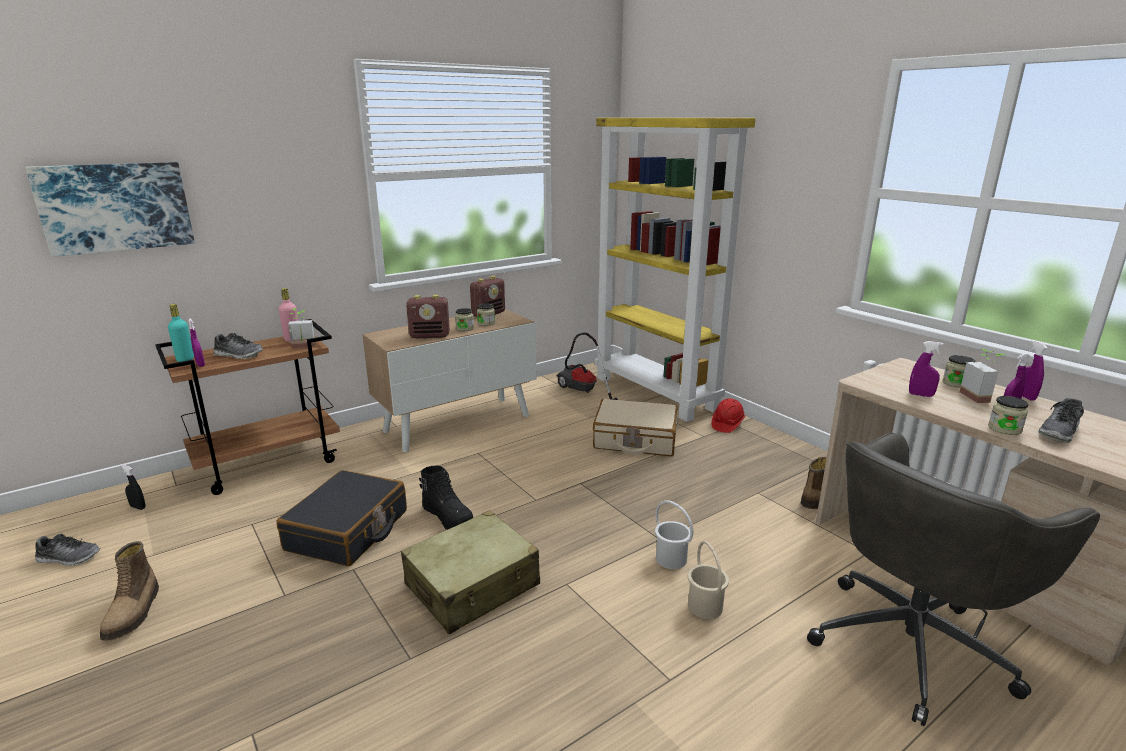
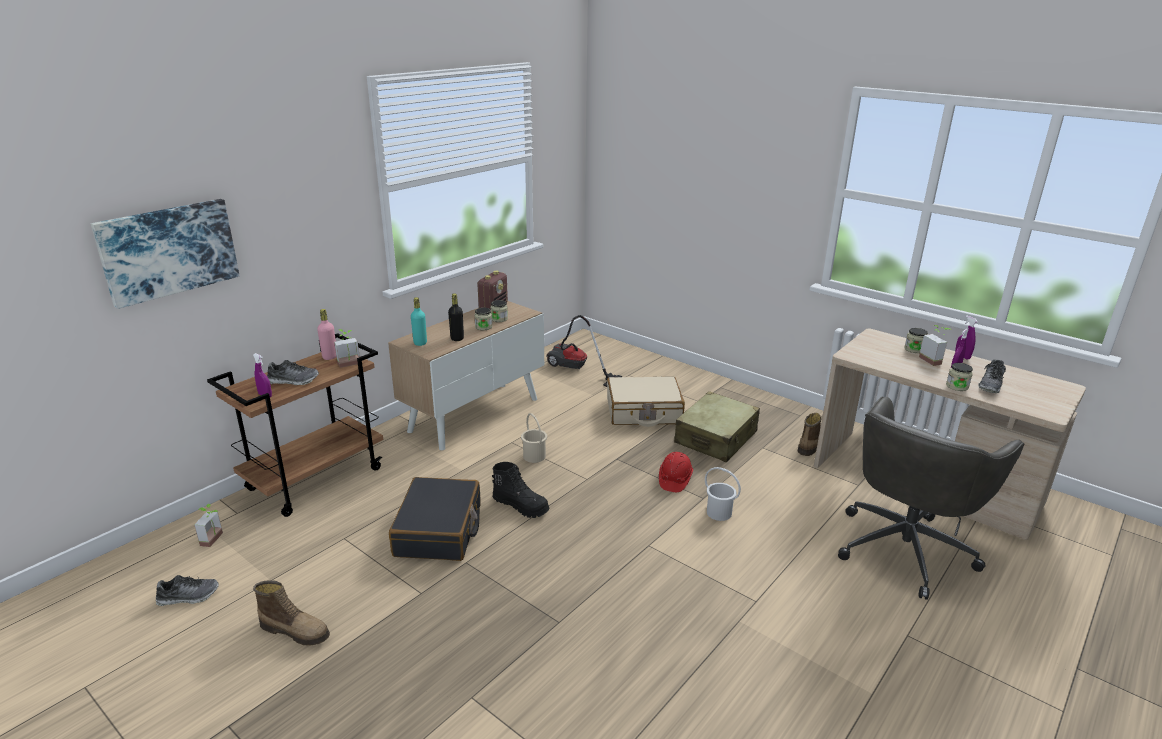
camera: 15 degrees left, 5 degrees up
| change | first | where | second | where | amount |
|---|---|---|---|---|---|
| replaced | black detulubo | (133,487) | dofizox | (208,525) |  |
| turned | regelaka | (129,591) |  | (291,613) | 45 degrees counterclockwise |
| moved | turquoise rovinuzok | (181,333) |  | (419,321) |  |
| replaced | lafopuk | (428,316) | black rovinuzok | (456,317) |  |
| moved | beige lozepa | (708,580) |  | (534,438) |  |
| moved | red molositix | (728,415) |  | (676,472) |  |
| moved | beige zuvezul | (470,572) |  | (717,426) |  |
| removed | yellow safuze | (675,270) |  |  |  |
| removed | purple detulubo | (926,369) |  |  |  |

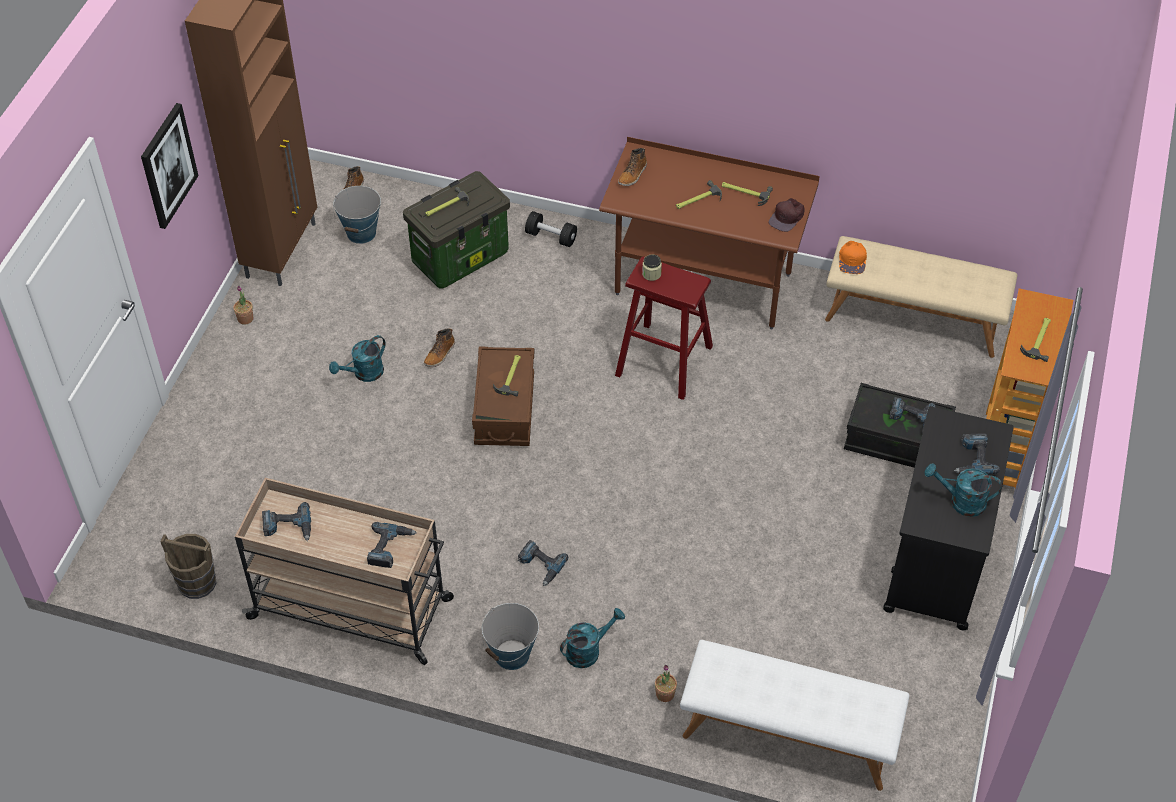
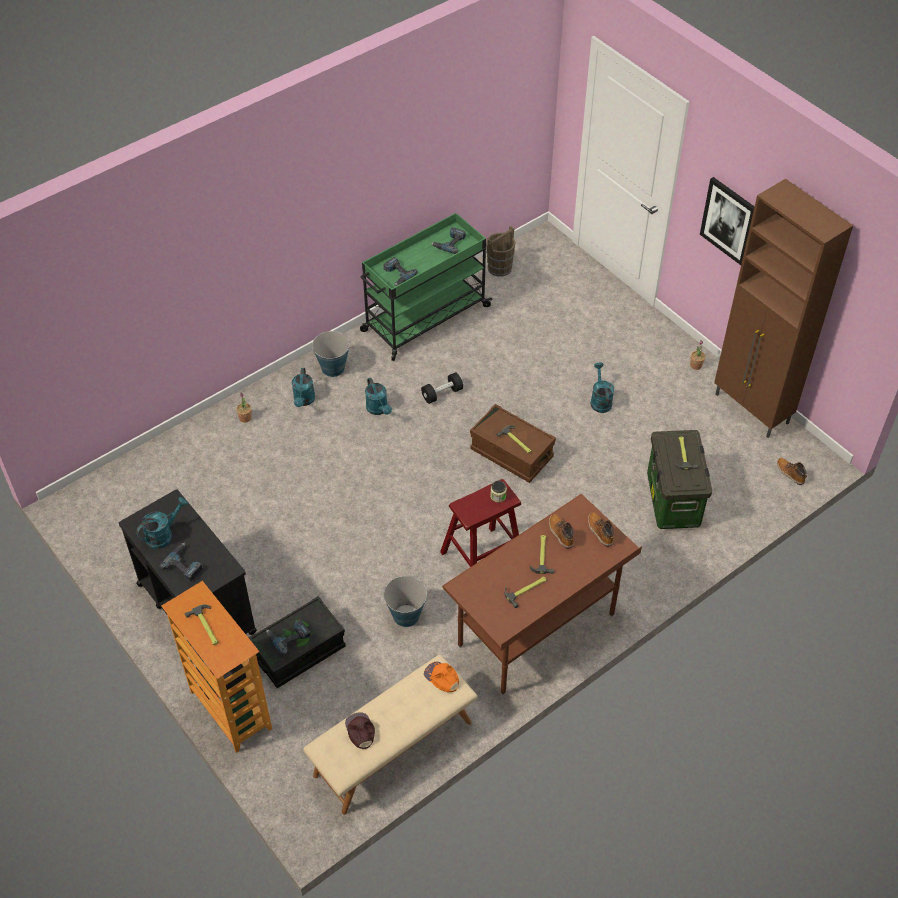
camera: 125 degrees right, 0 degrees up
| change | first | where | second | where | amount |
|---|---|---|---|---|---|
| moved | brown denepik | (786,215) |  | (360,730) |  |
| recoloured | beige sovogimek | (344,571) | green sovogimek | (426,287) |  |
| replaced | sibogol | (543,563) | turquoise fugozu | (378,396) |  |
| moved | lozepa | (357,215) |  | (405,601) |  |
| moved | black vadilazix | (551,229) |  | (442,388) |  |
| moved | regelaka | (439,347) |  | (561,531) |  |
| removed | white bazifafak | (795,715) |  |  |  |

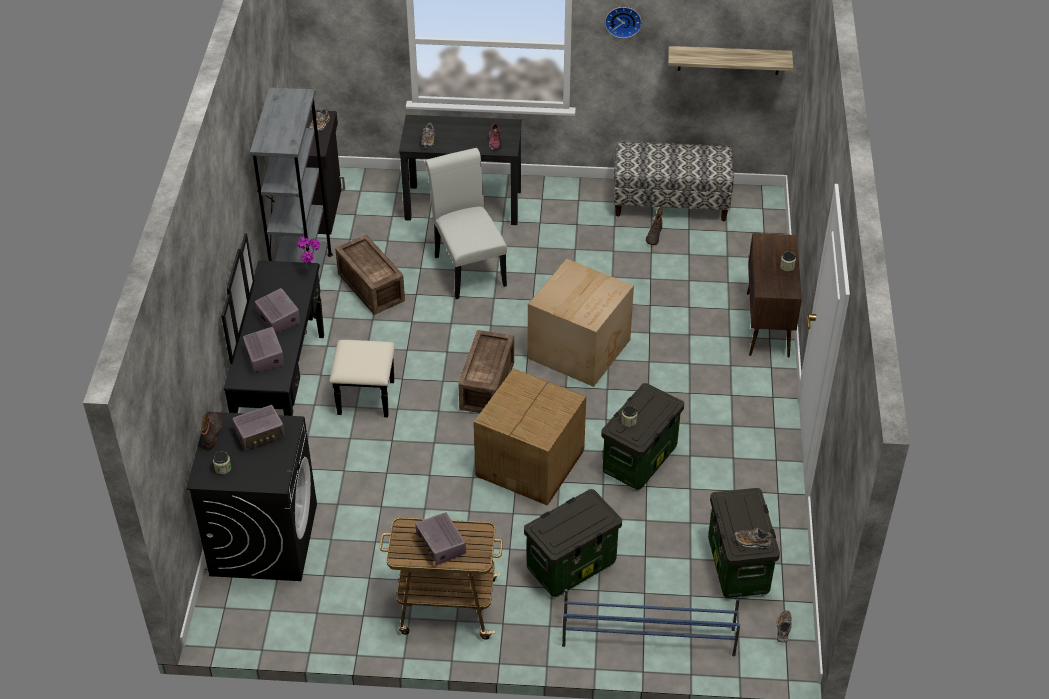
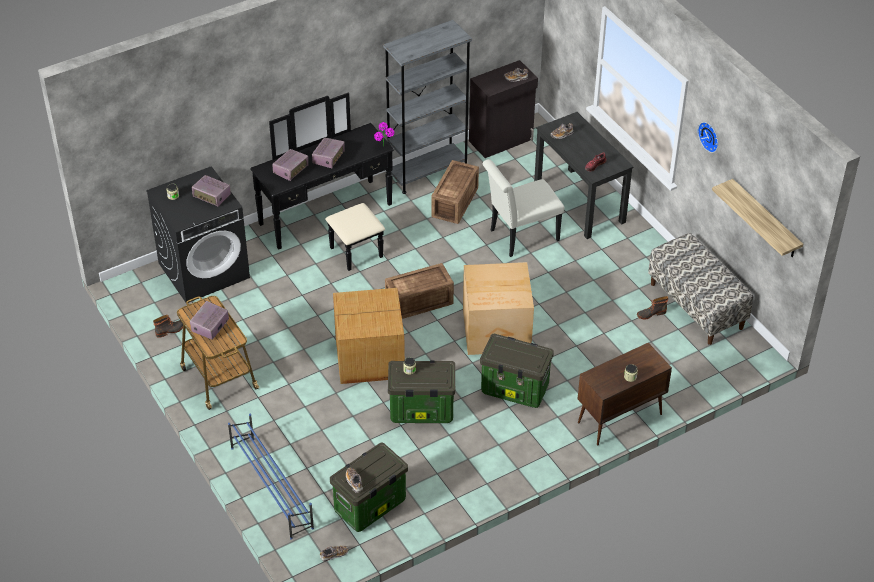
camera: 55 degrees right, 0 degrees up
| change | first | where | second | where | amount |
|---|---|---|---|---|---|
| moved | regelaka | (212,431) |  | (168,326) |  |
| moved | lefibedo | (573,543) |  | (517,371) |  |
| turned | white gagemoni | (466,223) |  | (523,208) | 150 degrees counterclockwise |

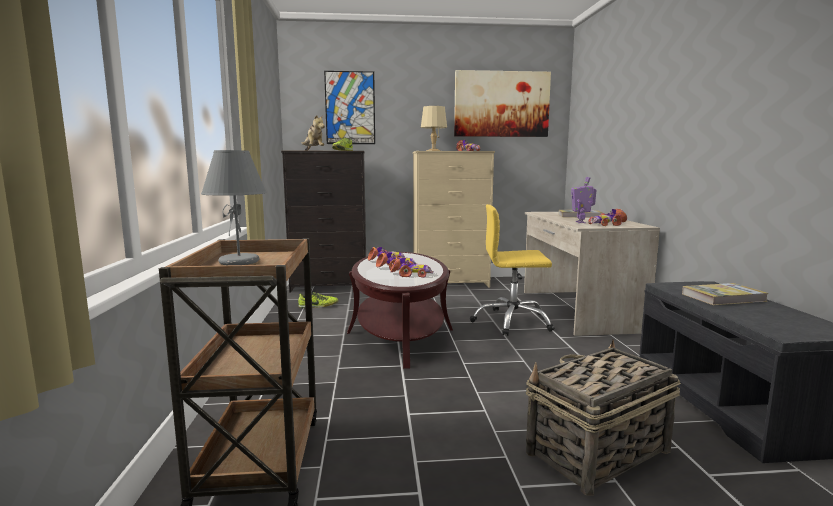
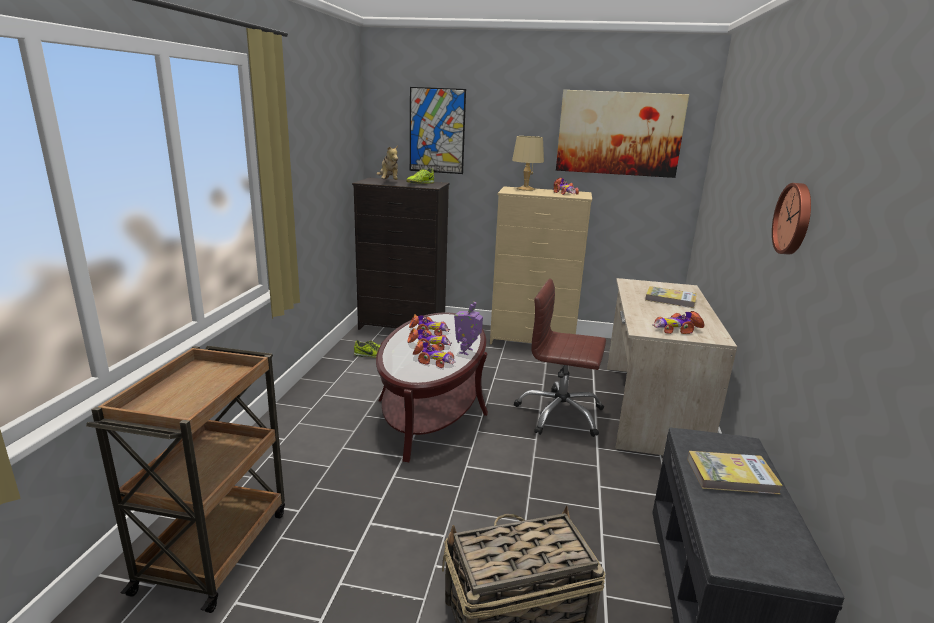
camera: 15 degrees right, 10 degrees up
| change | first | where | second | where | amount |
|---|---|---|---|---|---|
| moved | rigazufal | (584,200) |  | (468,328) |  |
| recoloured | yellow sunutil | (512,270) | brown sunutil | (560,358) |  |
| added |  |  | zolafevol | (791,219) |  |
| removed | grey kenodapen | (234,207) |  |  |  |

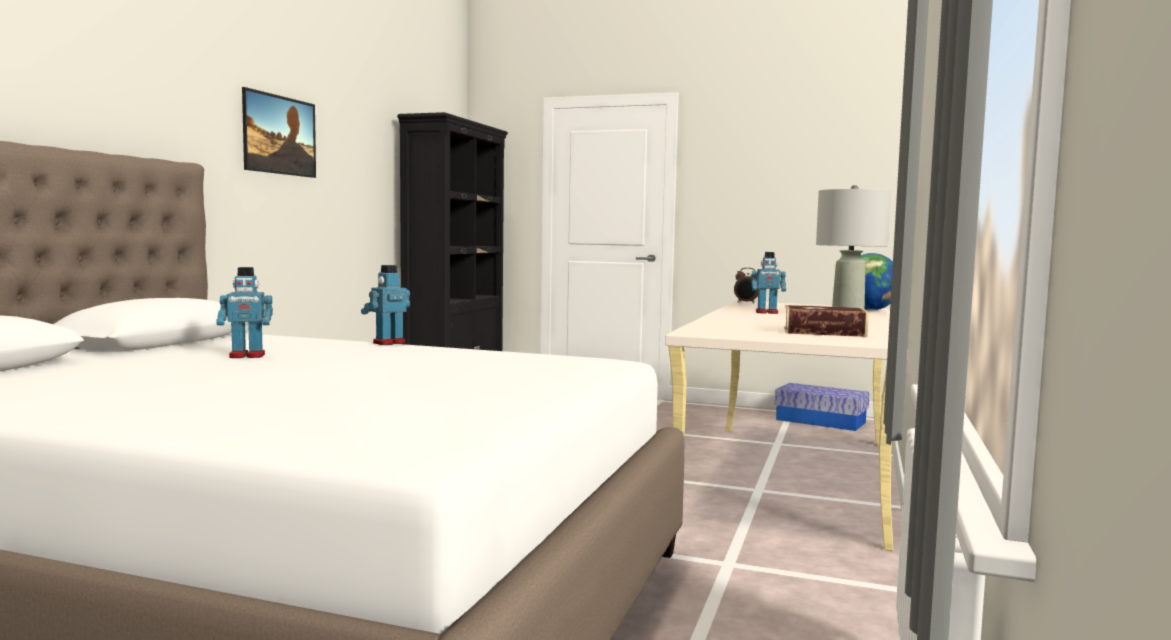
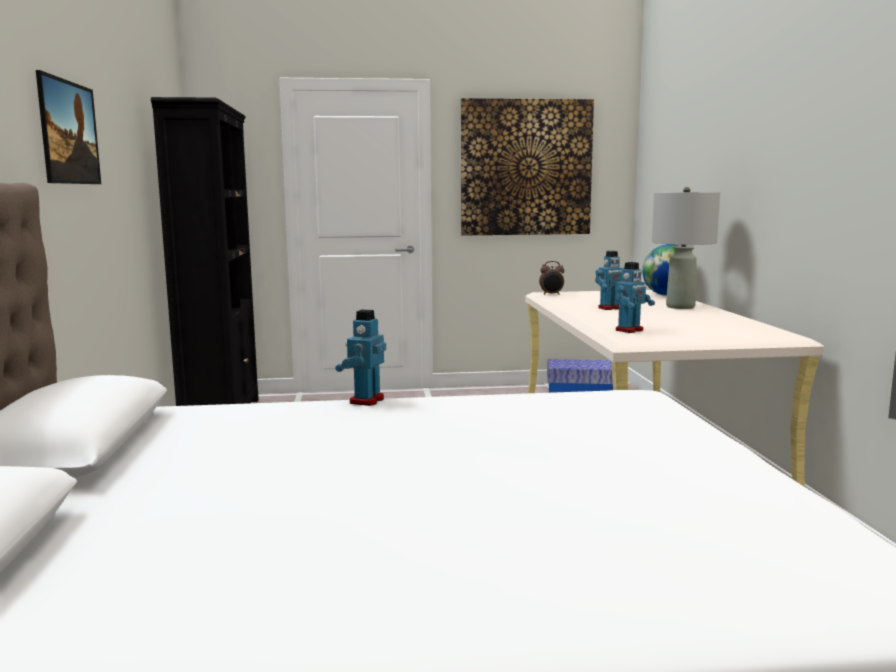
camera: 25 degrees left, 5 degrees up
| change | first | where | second | where | amount |
|---|---|---|---|---|---|
| added |  |  | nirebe | (527,167) |  |
| moved | rigazufal | (244,312) |  | (635,297) |  |
| removed | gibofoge | (826,321) |  |  |  |

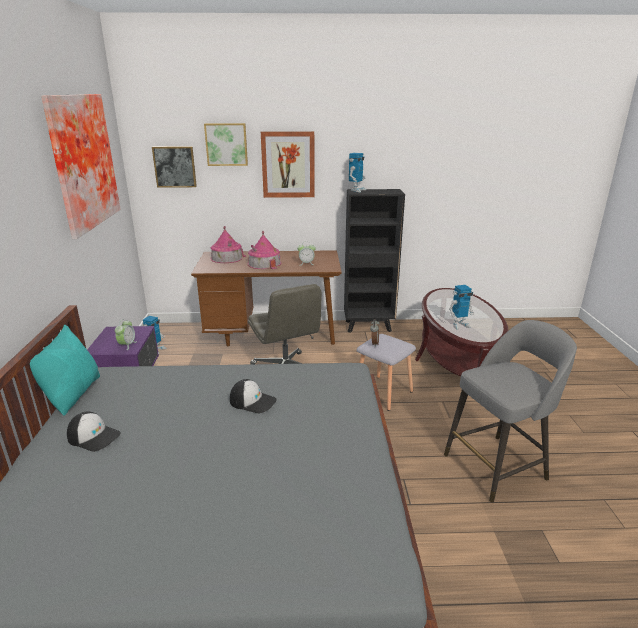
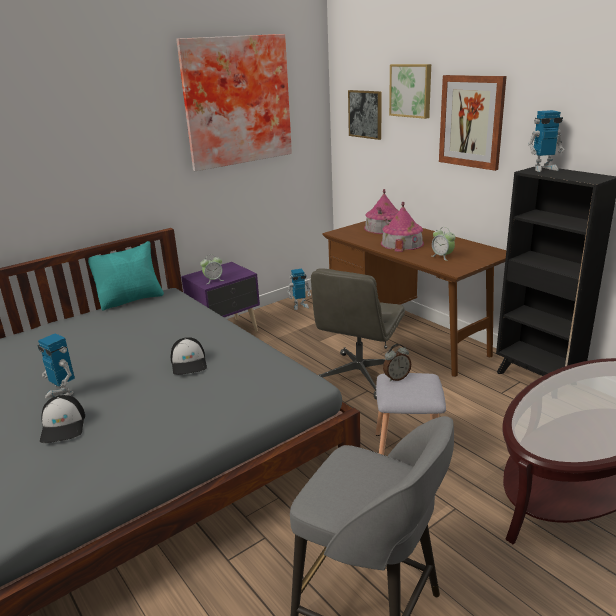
camera: 55 degrees right, 0 degrees up
| change | first | where | second | where | amount |
|---|---|---|---|---|---|
| moved | rigazufal | (461,307) |  | (56,365) |  |
| moved | denepik | (94,431) |  | (62,419) |  |

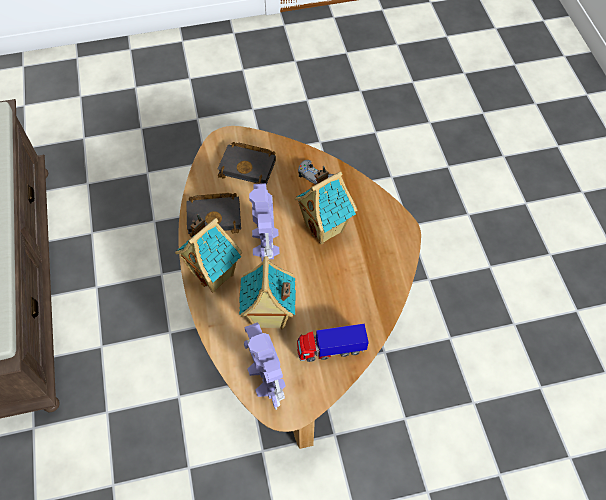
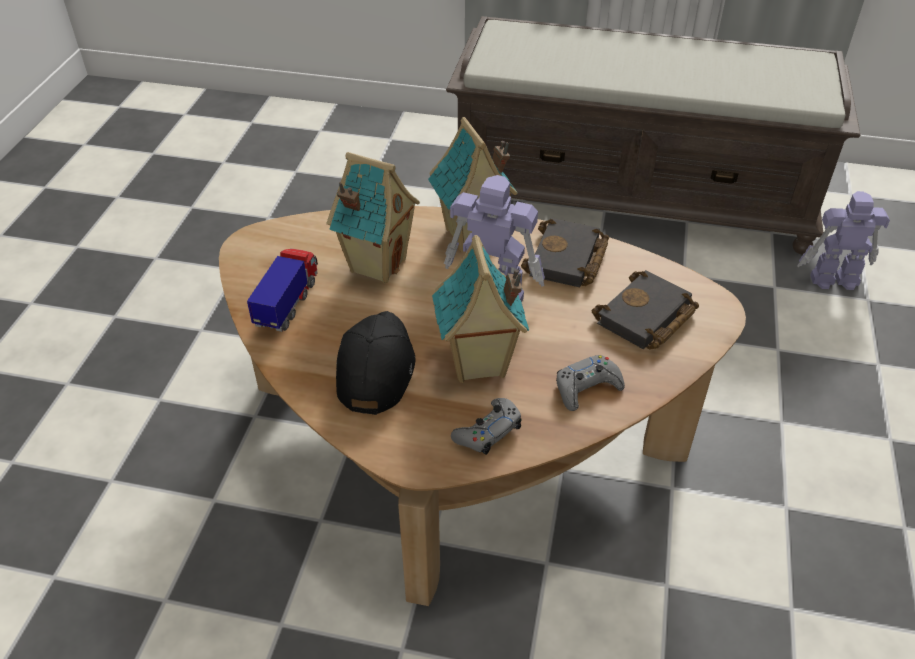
camera: 115 degrees right, 15 degrees down
| change | first | where | second | where | amount |
|---|---|---|---|---|---|
| added |  |  | black denepik | (376,363) |  |
| added |  |  | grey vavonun | (486,426) |  |
| moved | rigazufal | (265,366) |  | (843,240) |  |

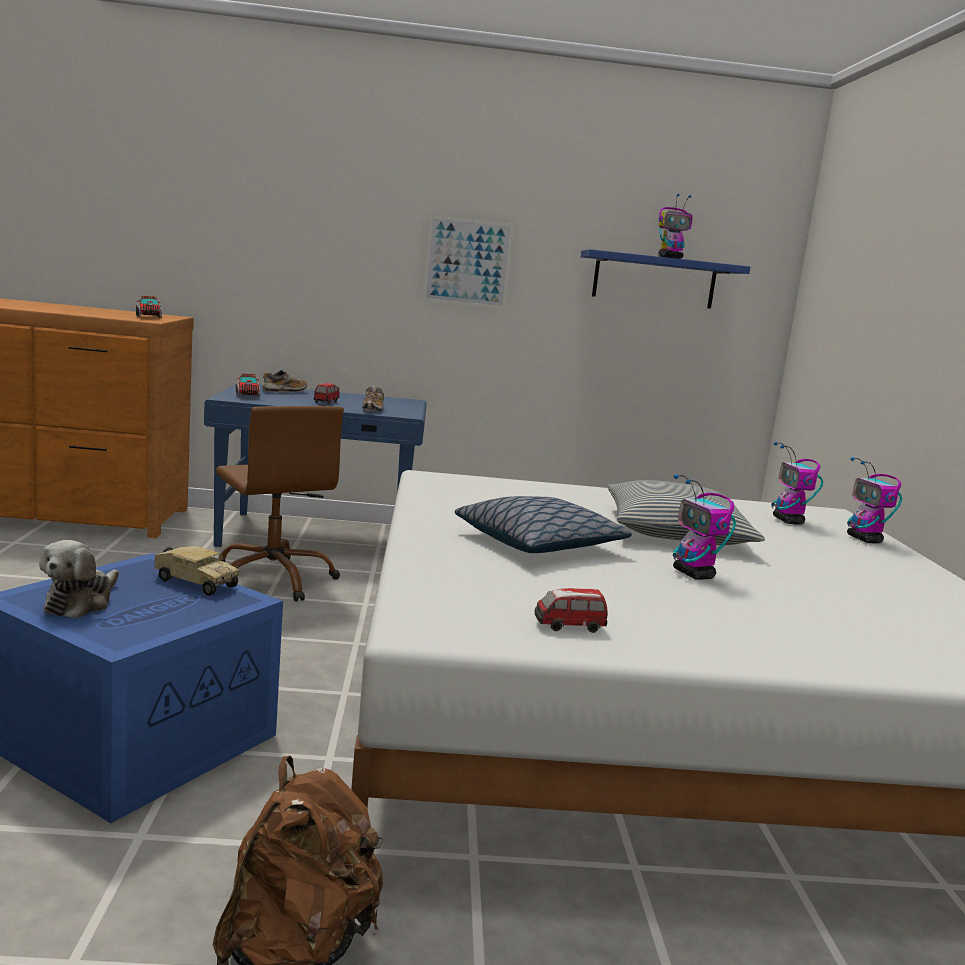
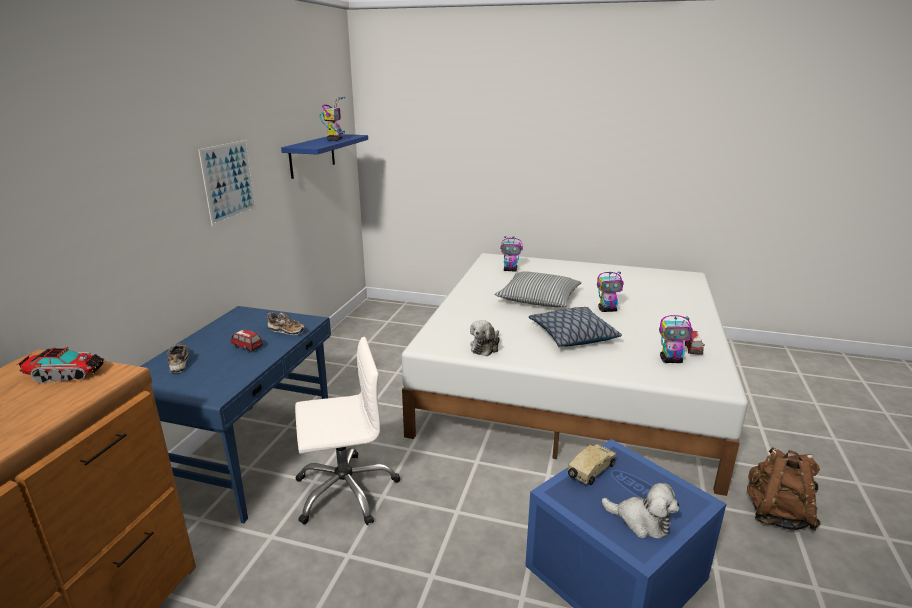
camera: 70 degrees left, 10 degrees up
| change | first | where | second | where | amount |
|---|---|---|---|---|---|
| recoloured | brown sunutil | (280,503) | white sunutil | (347,431) |  |
| added |  |  | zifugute | (485,338) |  |
| moved | rigazufal | (874,500) |  | (676,339) |  |
| removed | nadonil | (248,385) |  |  |  |

